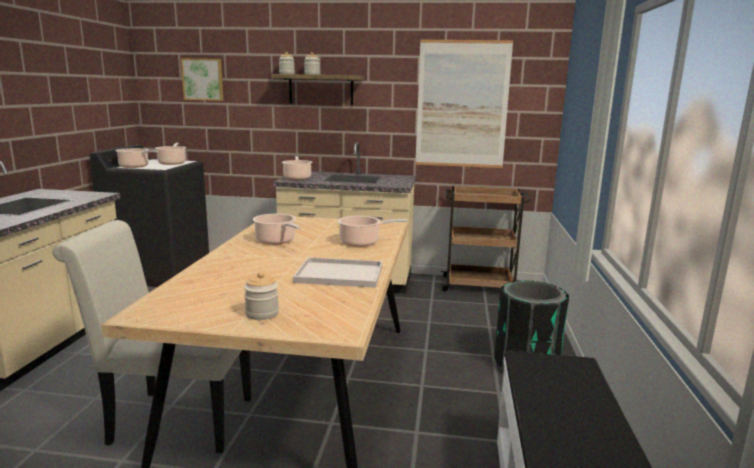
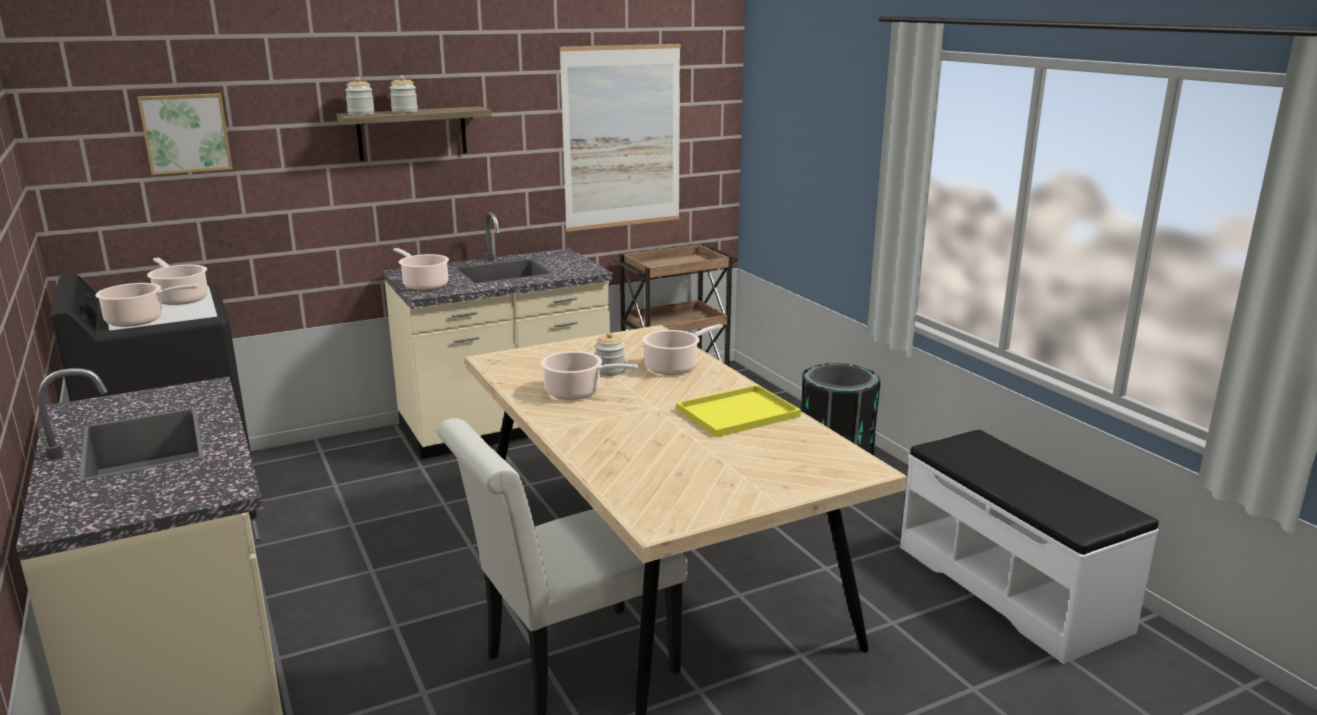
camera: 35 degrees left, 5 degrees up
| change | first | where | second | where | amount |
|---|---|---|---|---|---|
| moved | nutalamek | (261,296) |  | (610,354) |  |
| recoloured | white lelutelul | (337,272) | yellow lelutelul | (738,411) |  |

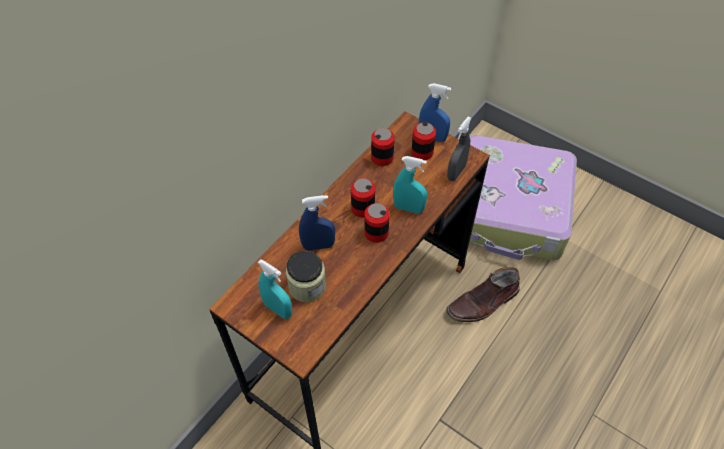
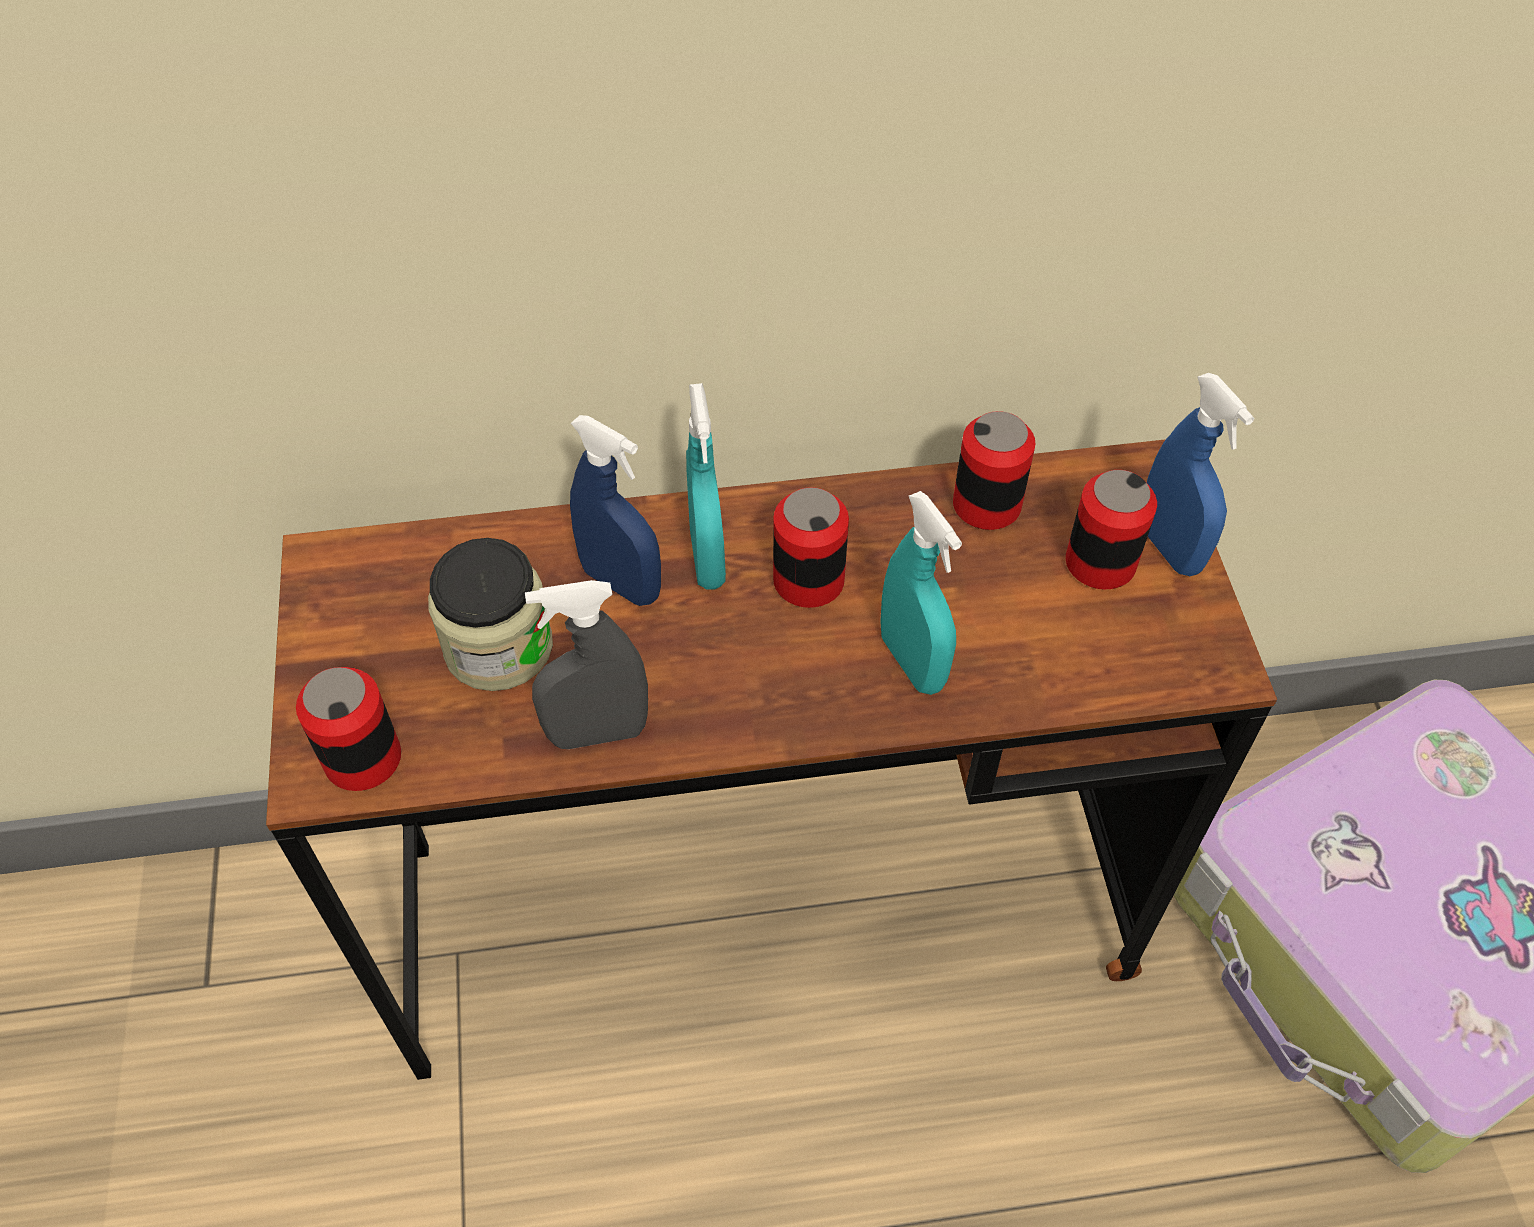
camera: 45 degrees right, 0 degrees up
| change | first | where | second | where | amount |
|---|---|---|---|---|---|
| moved | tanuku | (377,223) |  | (348,729) |  |
| moved | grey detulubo | (459,149) |  | (586,664) |  |
| moved | turquoise detulubo | (275,289) |  | (706,486) |  |
| removed | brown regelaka | (483,294) |  |  |  |

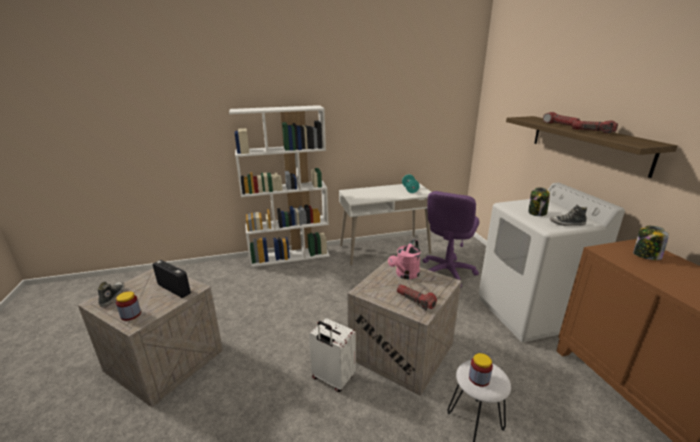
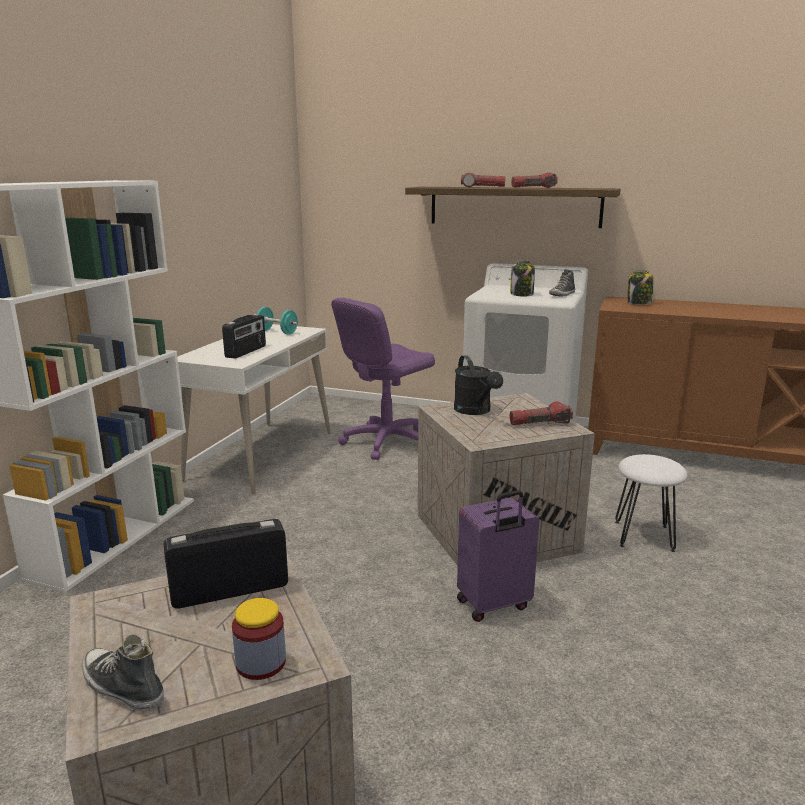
camera: 55 degrees left, 5 degrees down
| change | first | where | second | where | amount |
|---|---|---|---|---|---|
| added |  |  | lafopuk | (244,336) |  |
| turned | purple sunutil | (451,239) |  | (383,379) | 75 degrees clockwise |
| recoloured | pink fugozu | (404,259) | black fugozu | (478,385) |  |
| recoloured | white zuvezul | (332,355) | purple zuvezul | (498,556) |  |
| removed | nutalamek | (481,370) |  |  |  |

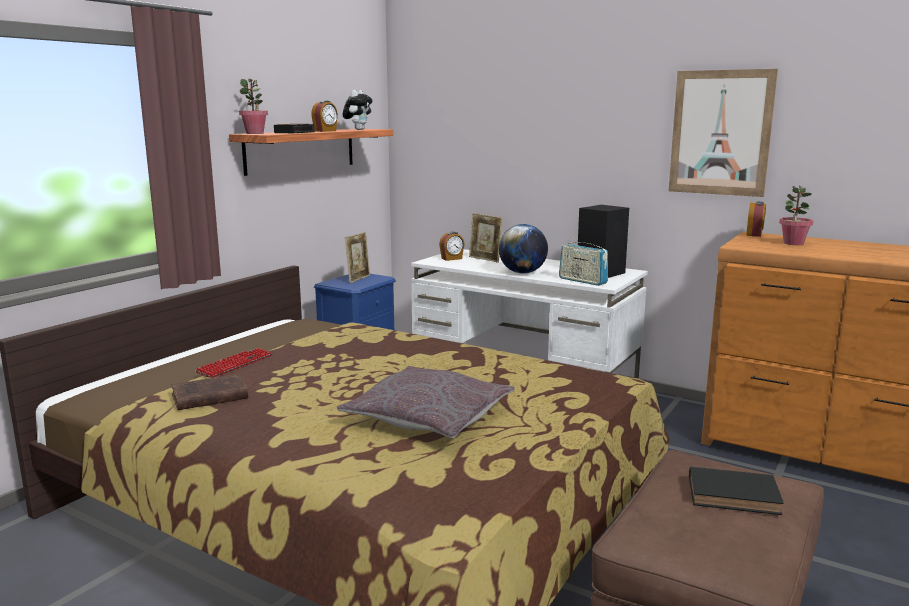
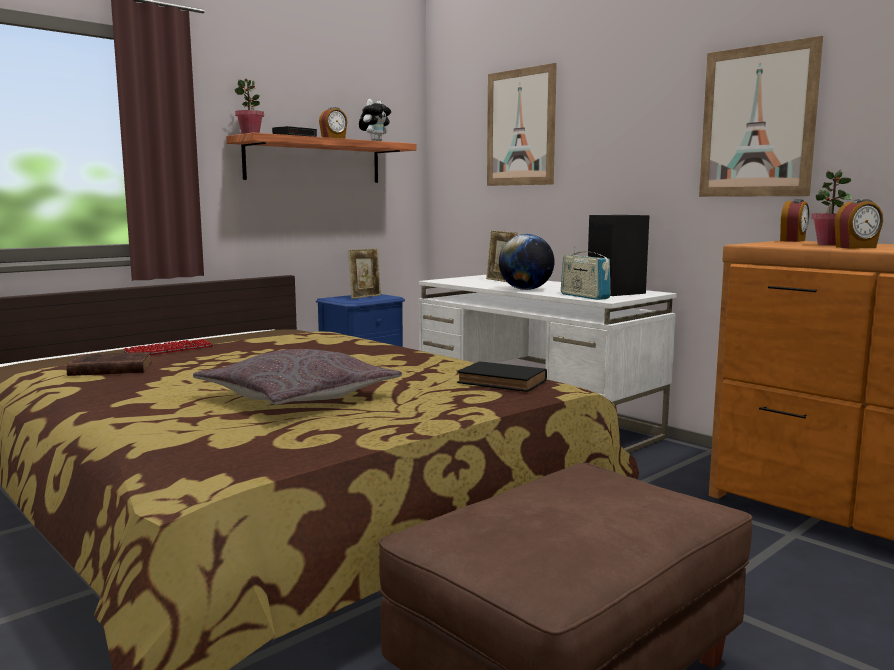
camera: 15 degrees right, 5 degrees down
| change | first | where | second | where | amount |
|---|---|---|---|---|---|
| moved | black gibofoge | (736,491) |  | (502,376) |  |
| added |  |  | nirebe | (522,124) |  |
| moved | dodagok | (452,246) |  | (858,224) |  |

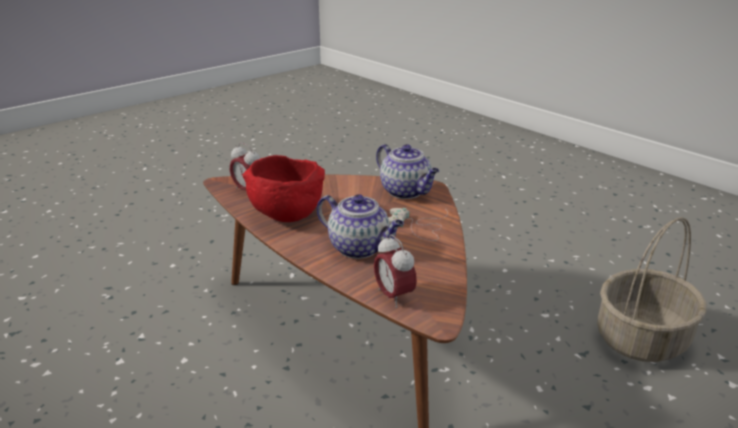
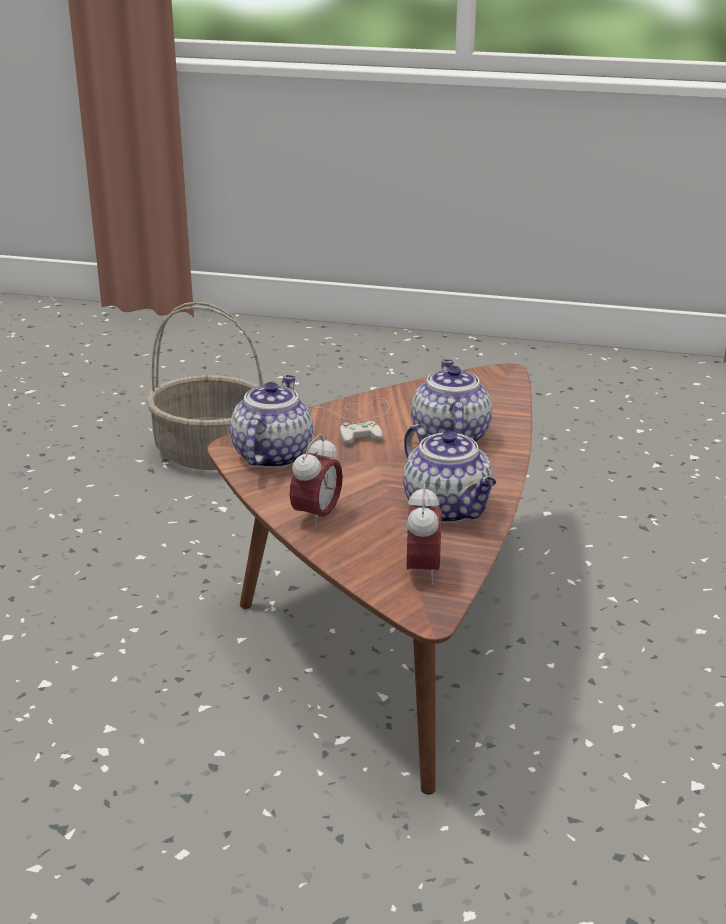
camera: 125 degrees left, 0 degrees up
| change | first | where | second | where | amount |
|---|---|---|---|---|---|
| moved | dodagok | (395,271) |  | (316,482) |  |
| replaced | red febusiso | (283,188) | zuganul | (449,473) |  |

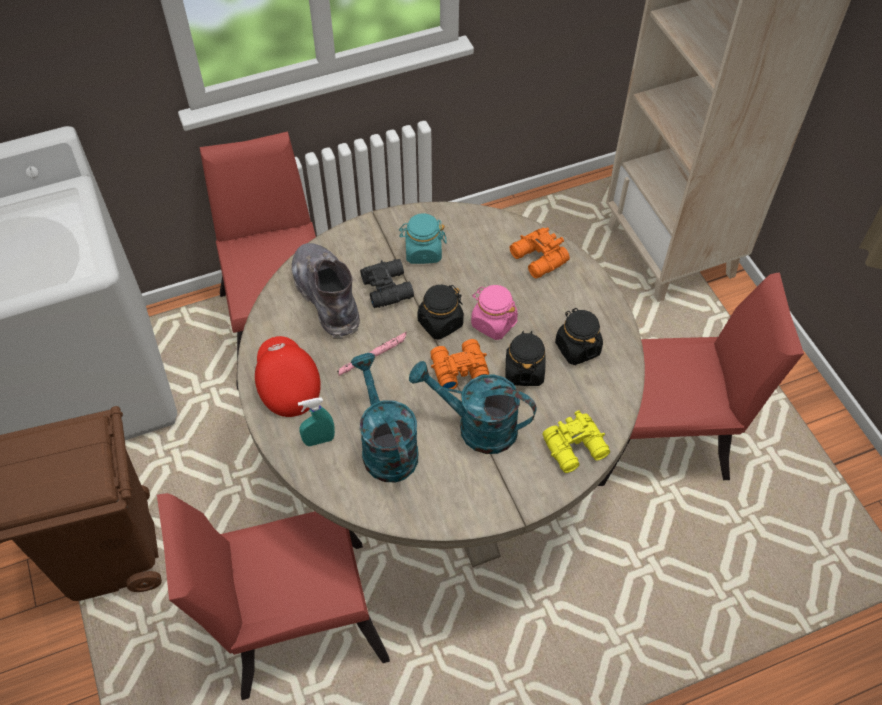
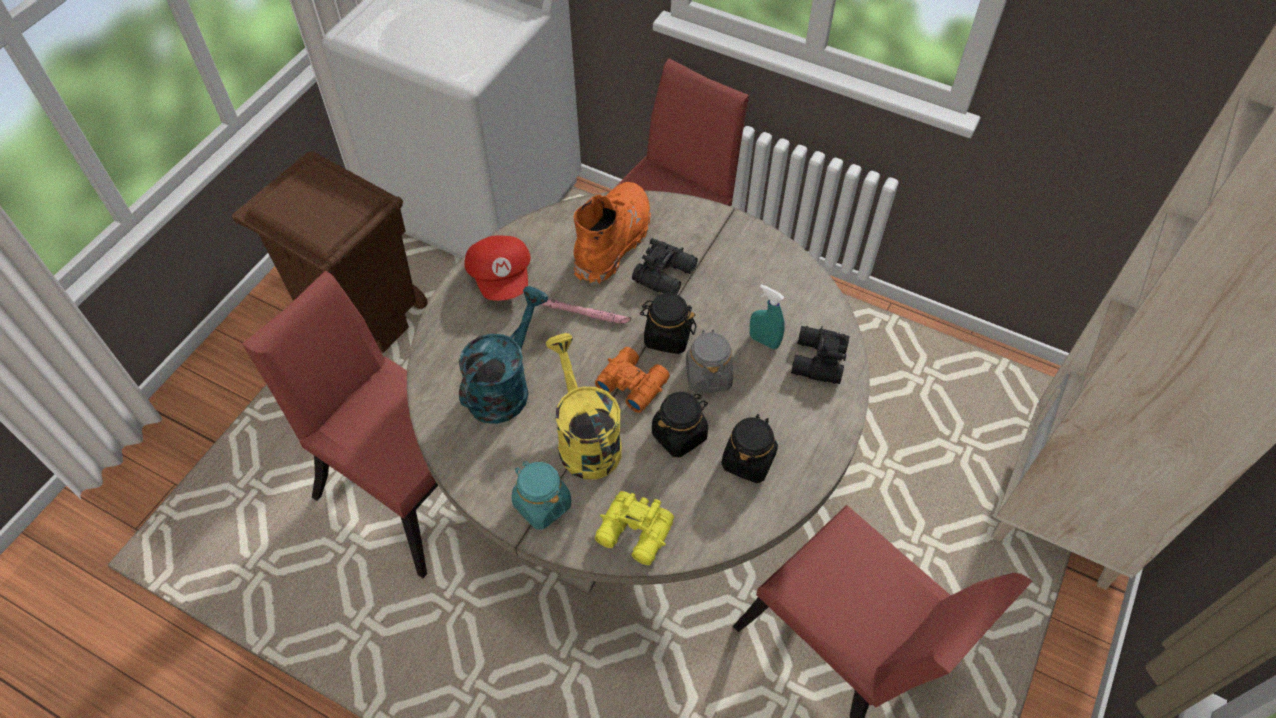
camera: 50 degrees right, 0 degrees up
| change | first | where | second | where | amount |
|---|---|---|---|---|---|
| turned | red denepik | (288,376) |  | (498,268) | 135 degrees clockwise |
| moved | turquoise nutalamek | (423,238) |  | (541,495) |  |
| recoloured | turquoise fugozu | (472,407) | yellow fugozu | (584,406) |  |
| recoloured | grey regelaka | (326,291) | orange regelaka | (612,233) |  |
| recoloured | pink nutalamek | (494,312) | grey nutalamek | (709,361) |  |
| moved | turquoise detulubo | (316,422) |  | (767,316) |  |
| recoloured | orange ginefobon | (540,253) | black ginefobon | (820,355) |  |

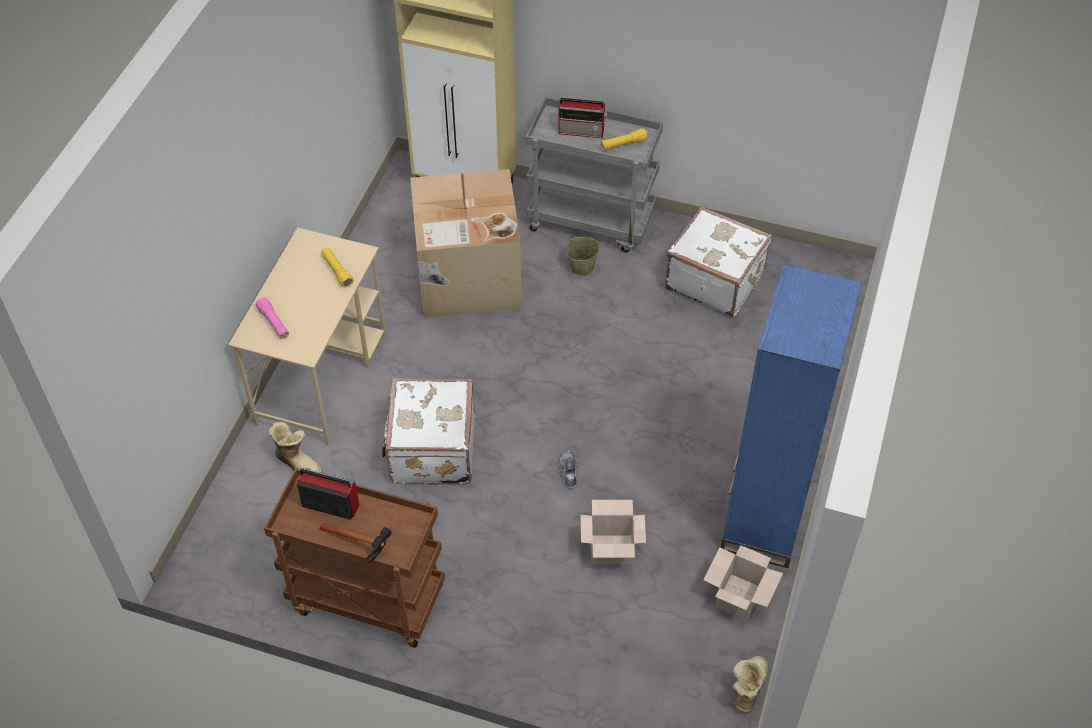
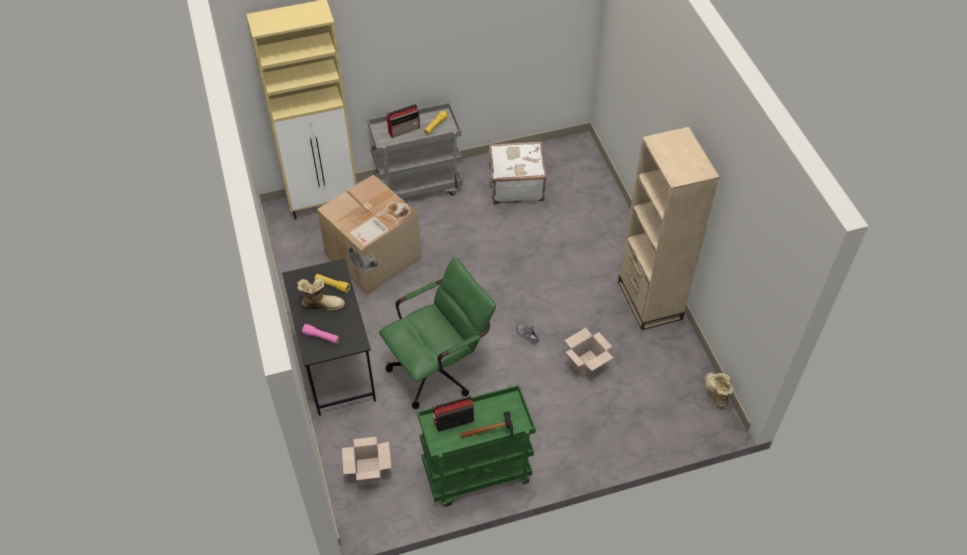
camera: 35 degrees left, 0 degrees up
| change | first | where | second | where | amount |
|---|---|---|---|---|---|
| recoloured | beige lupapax | (307,337) | black lupapax | (329,337) |  |
| moved | regelaka | (295,447) |  | (321,294) |  |
| moved | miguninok | (743,583) |  | (366,461) |  |
| replaced | white zuvezul | (428,431) | green sunutil | (437,333) |  |
| recoloured | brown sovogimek | (354,558) | green sovogimek | (476,446) |  |
| recoloured | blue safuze | (791,416) | beige safuze | (669,228) |  |
| removed | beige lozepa | (582,255) |  |  |  |

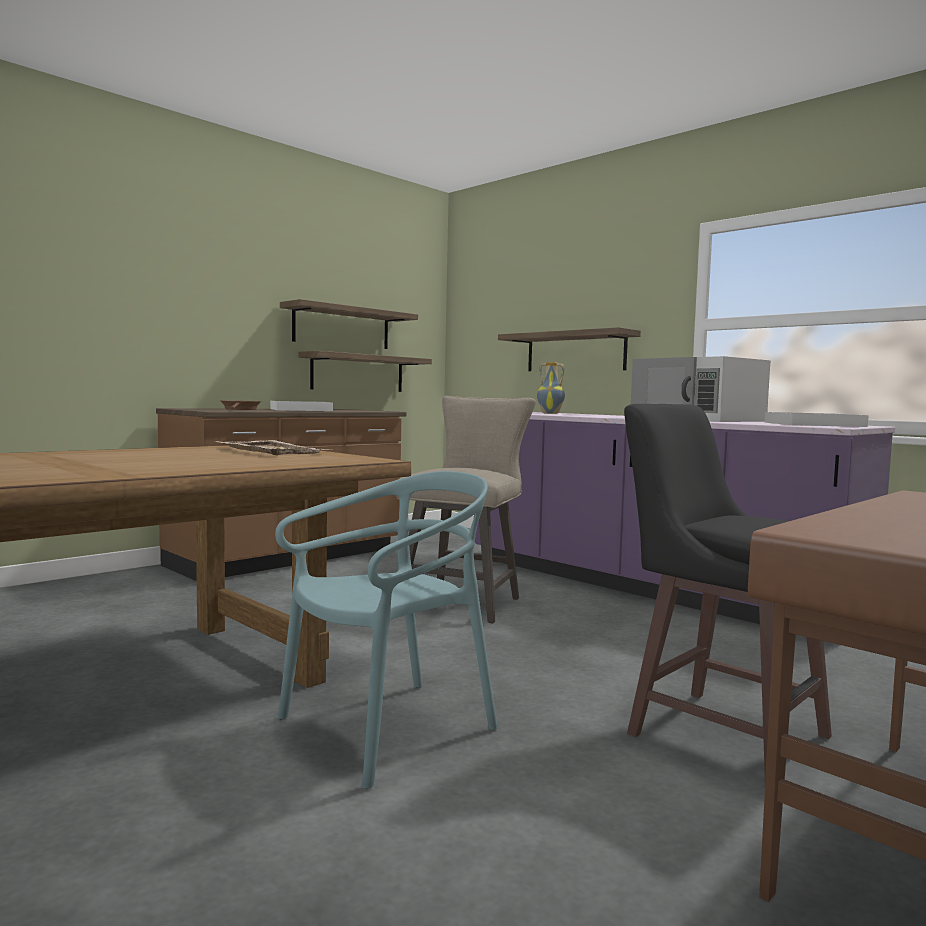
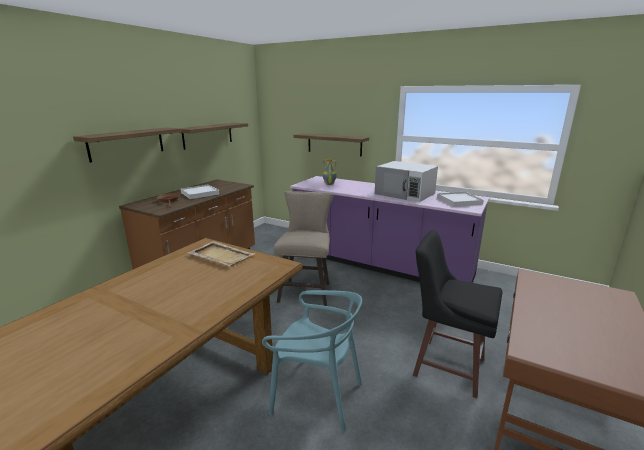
camera: 15 degrees left, 15 degrees up
| change | first | where | second | where | amount |
|---|---|---|---|---|---|
| moved | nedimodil | (365,371) |  | (127,145) |  |
| turned | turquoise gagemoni | (386,630) |  | (312,360) | 75 degrees clockwise |

